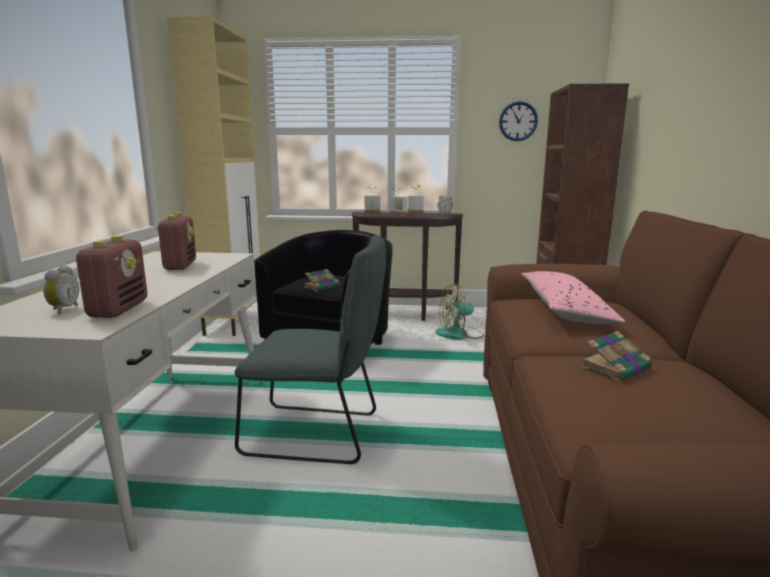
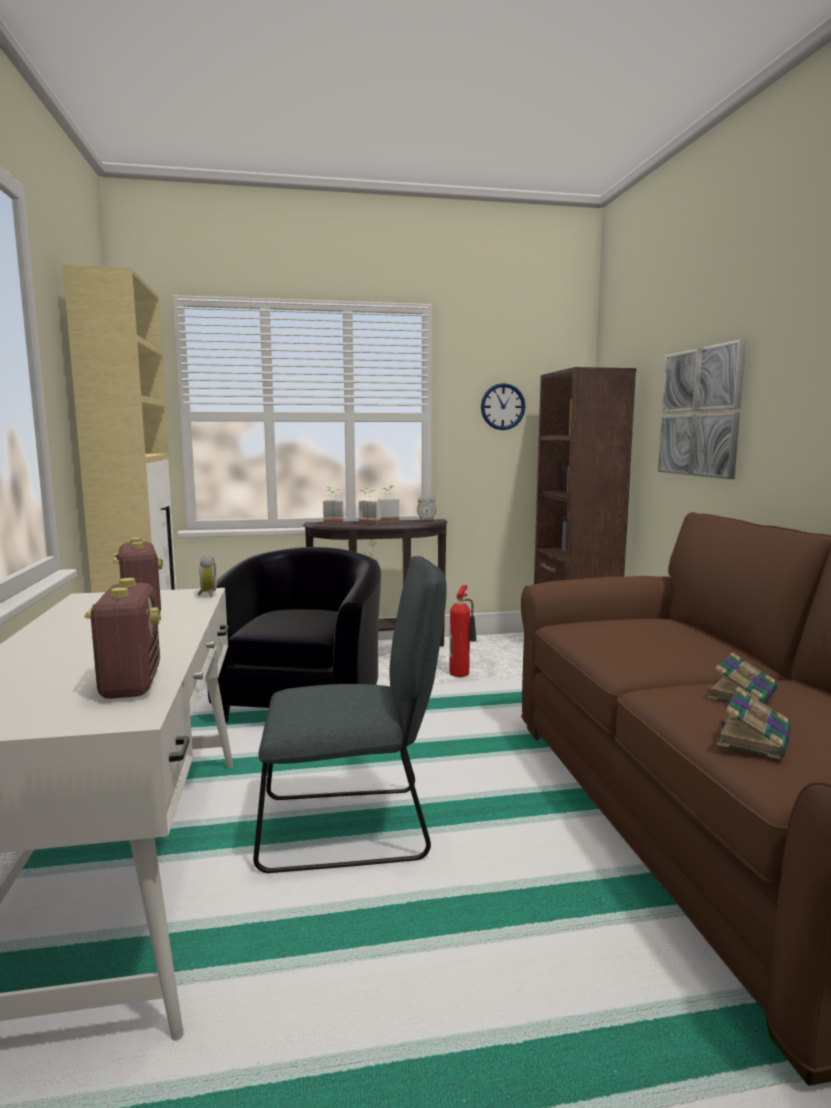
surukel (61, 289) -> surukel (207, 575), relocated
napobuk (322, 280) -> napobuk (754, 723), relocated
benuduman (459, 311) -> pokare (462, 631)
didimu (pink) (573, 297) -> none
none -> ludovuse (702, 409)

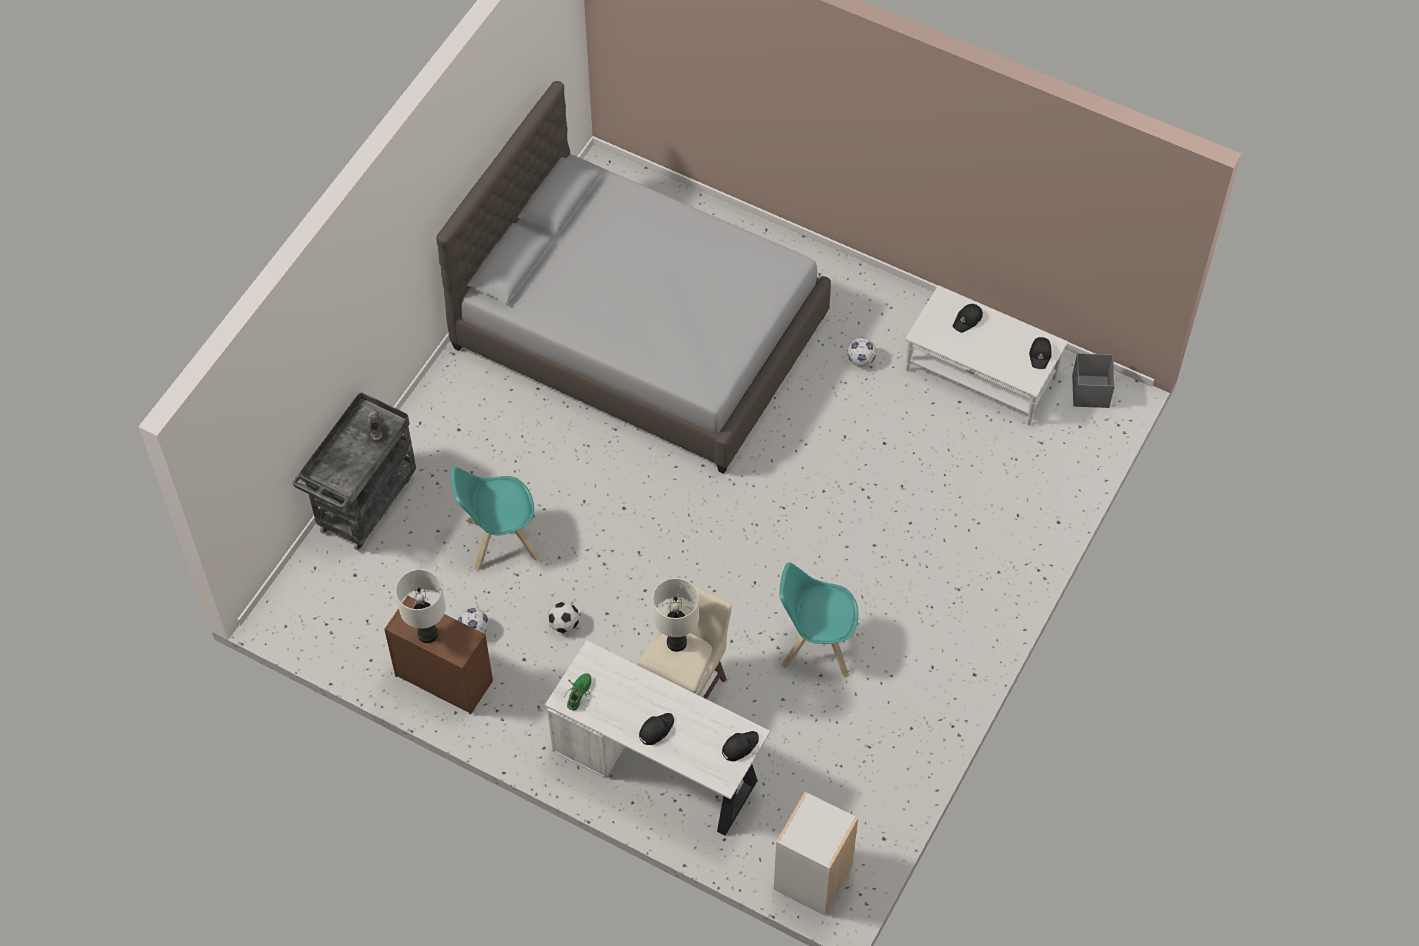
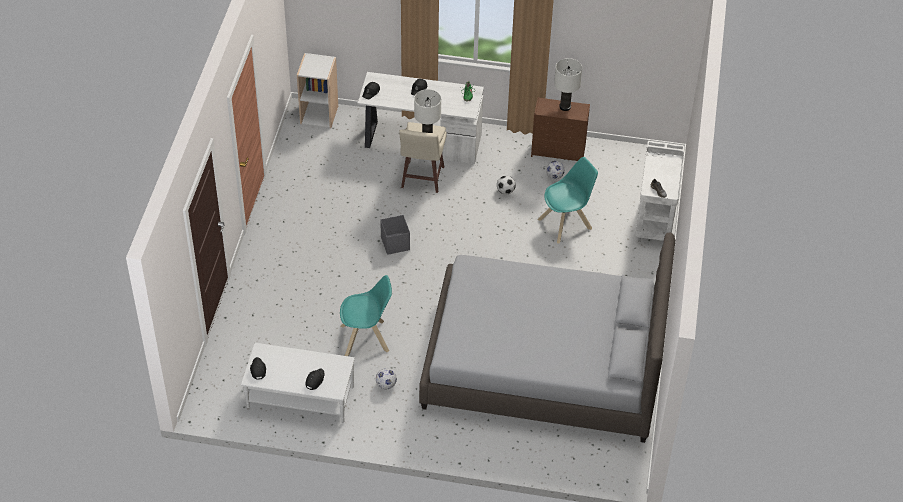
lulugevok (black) (354, 471) -> lulugevok (white) (659, 191)
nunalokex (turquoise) (819, 620) -> nunalokex (turquoise) (366, 315), relocated
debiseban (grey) (1093, 380) -> debiseban (grey) (395, 235), relocated

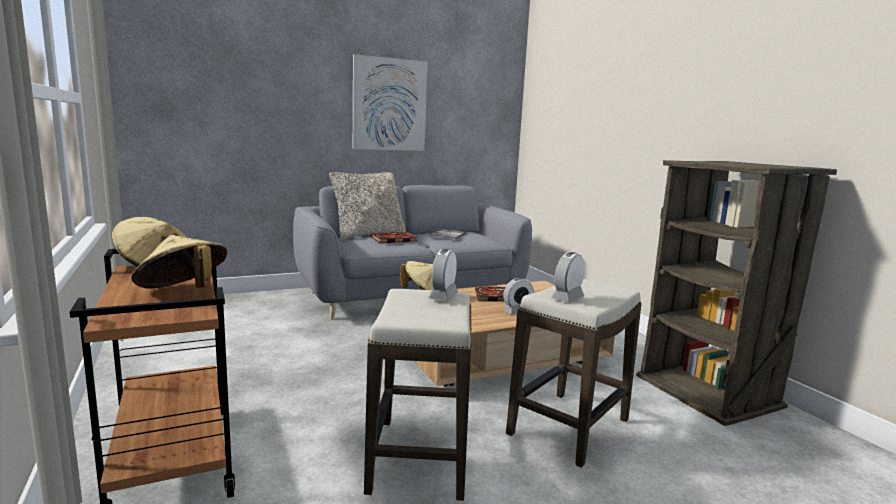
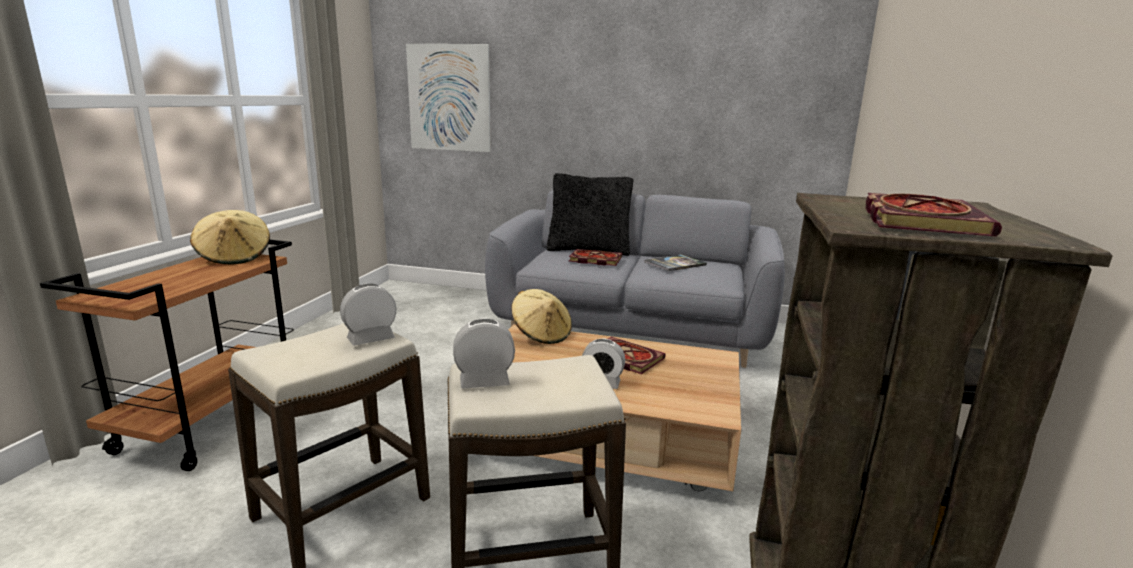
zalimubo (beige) (179, 262) -> none
didimu (beige) (367, 205) -> didimu (black) (590, 214)
ludovuse (390, 102) -> ludovuse (448, 98), relocated
none -> napobuk (934, 214)

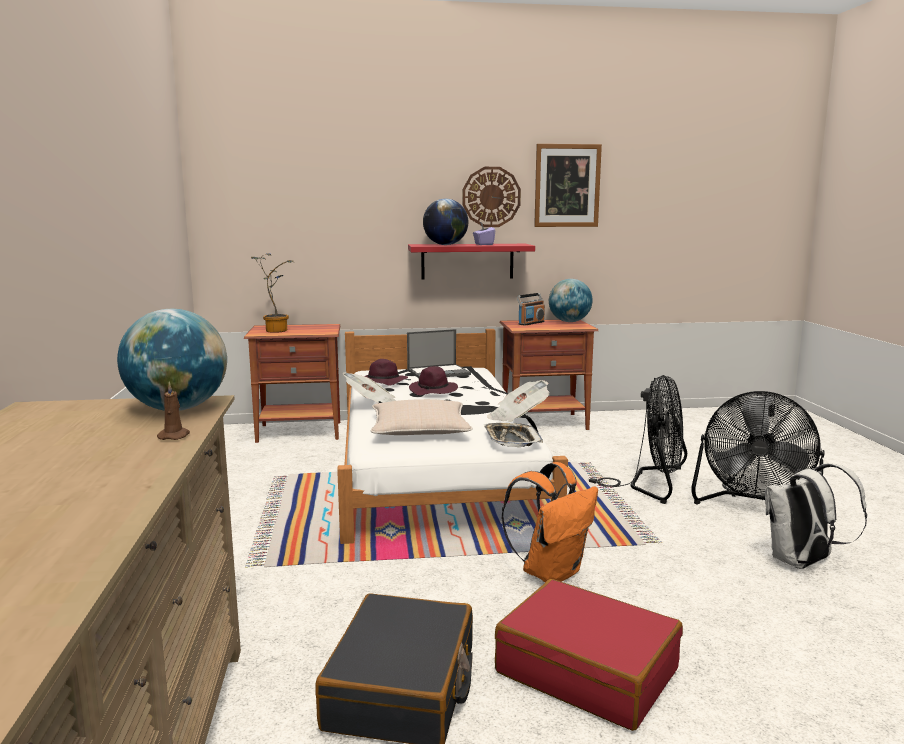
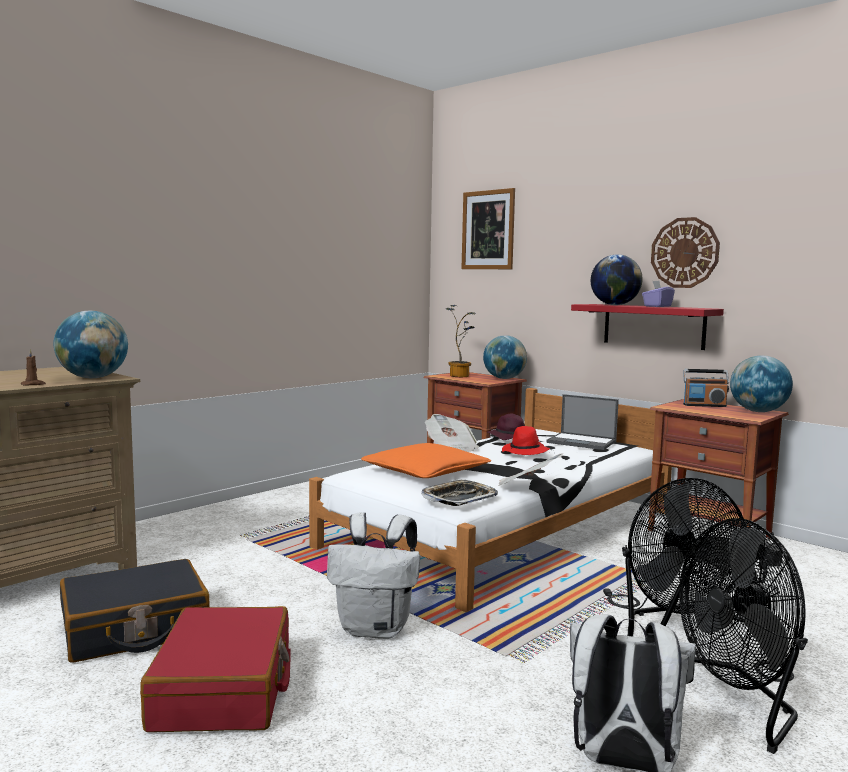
didimu (beige) (421, 417) -> didimu (orange) (426, 460)
zalimubo (purple) (433, 380) -> zalimubo (red) (526, 440)
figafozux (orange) (550, 522) -> figafozux (white) (373, 576)
ludovuse (568, 185) -> ludovuse (488, 228), relocated
none -> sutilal (505, 357)

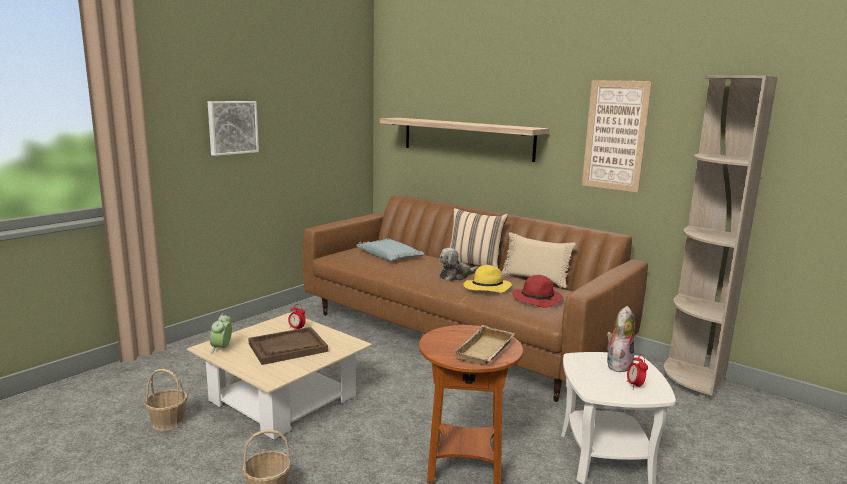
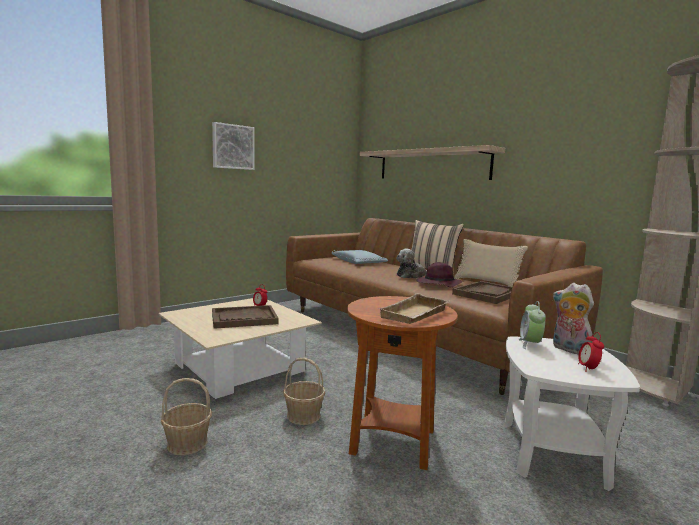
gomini (166, 400) -> gomini (304, 391), relocated
surukel (221, 333) -> surukel (532, 325), relocated
zalimubo (yellow) (487, 279) -> zalimubo (purple) (439, 274)
zalimubo (red) (538, 291) -> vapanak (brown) (482, 292)
ludovuse (617, 136) -> none
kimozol (621, 339) -> kimozol (573, 319), 90 degrees counterclockwise

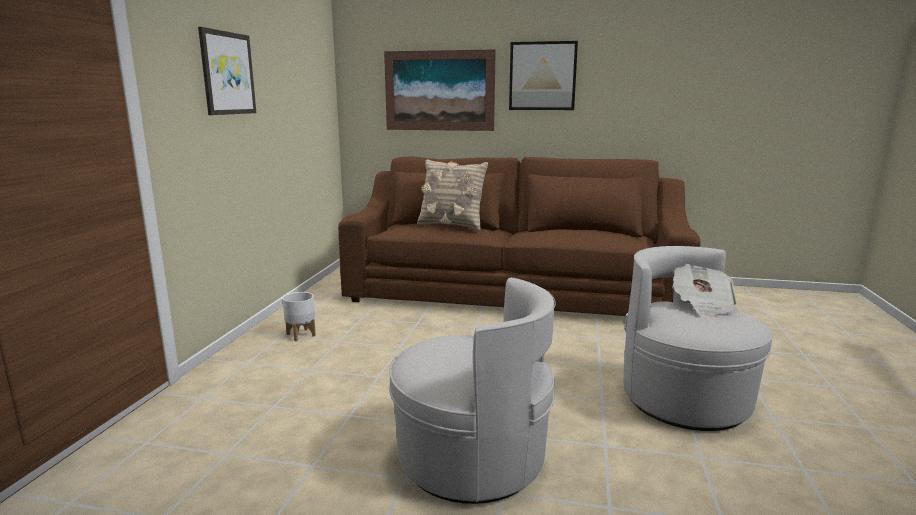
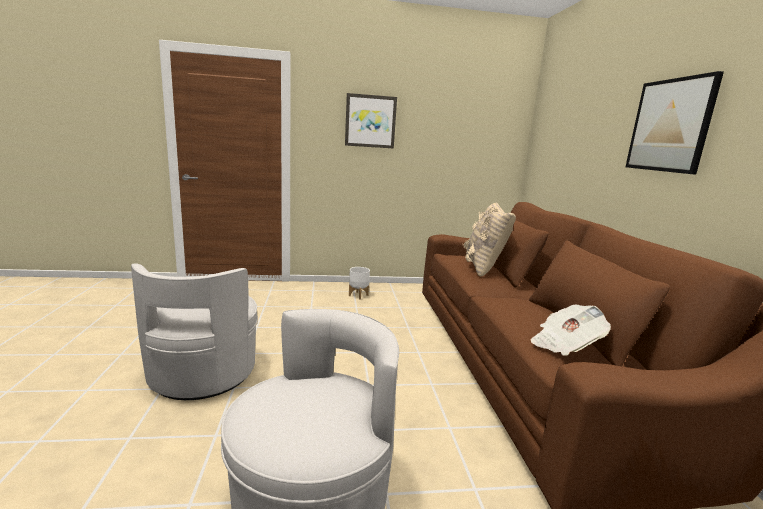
ludovuse (440, 90) -> none
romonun (704, 291) -> romonun (571, 330), relocated

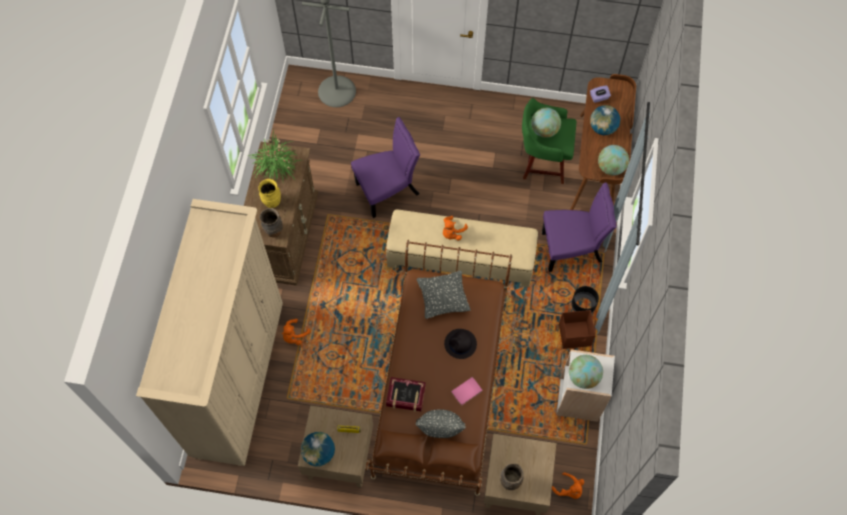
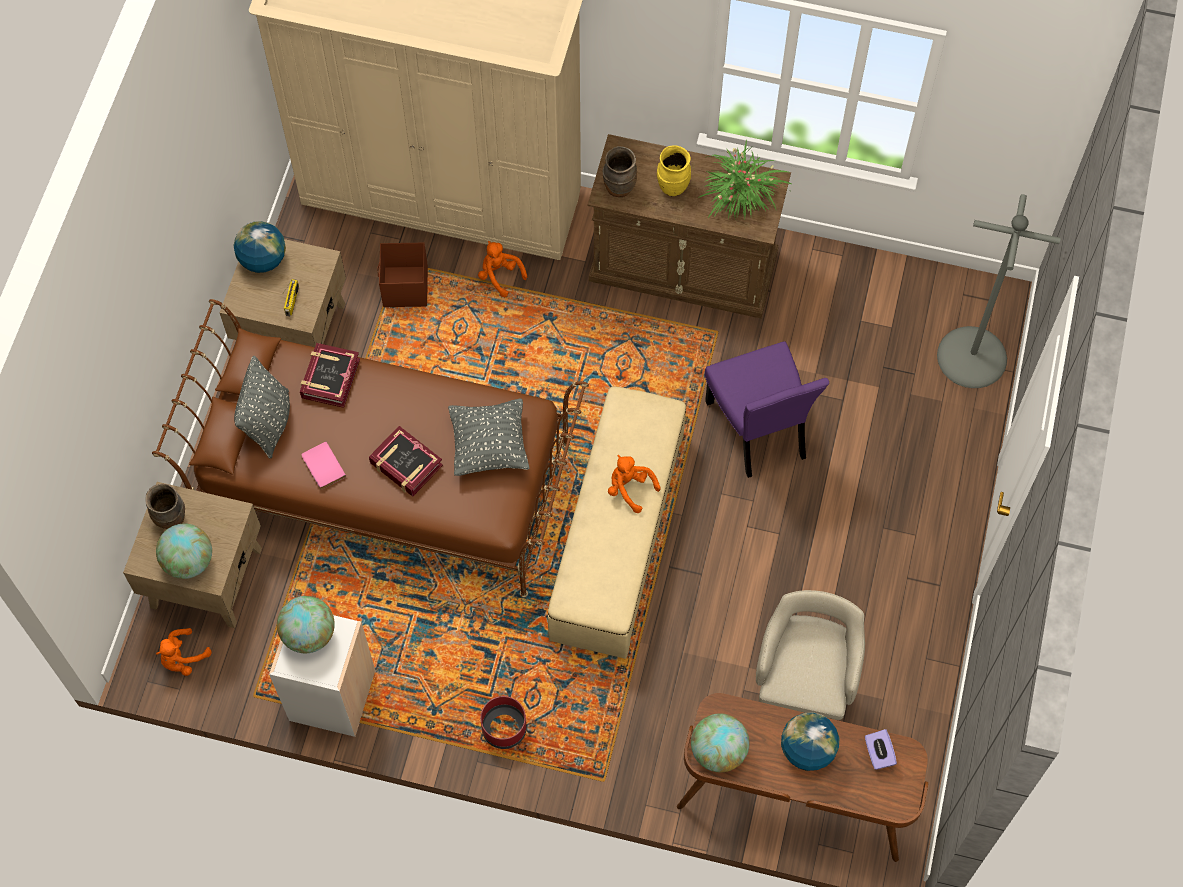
zalimubo (black) (460, 344) -> napobuk (406, 461)
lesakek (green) (549, 141) -> lesakek (beige) (810, 655)
sutilal (546, 123) -> sutilal (184, 551), relocated
nunalokex (purple) (579, 227) -> none
debiseban (brown) (577, 329) -> debiseban (brown) (402, 274), relocated
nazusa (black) (585, 299) -> nazusa (red) (503, 722)

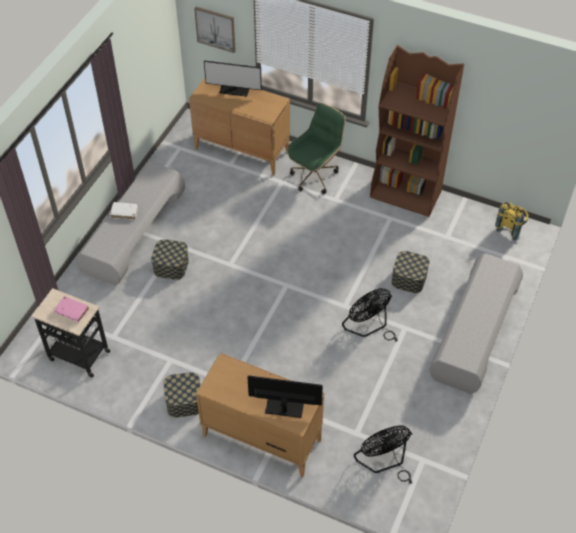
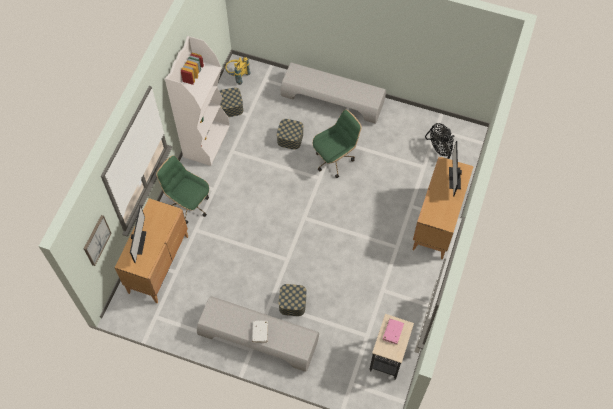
debiseban (182, 394) -> debiseban (231, 102), relocated
benuduman (black) (370, 315) -> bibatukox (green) (337, 144)
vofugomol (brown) (417, 131) -> vofugomol (white) (197, 101)

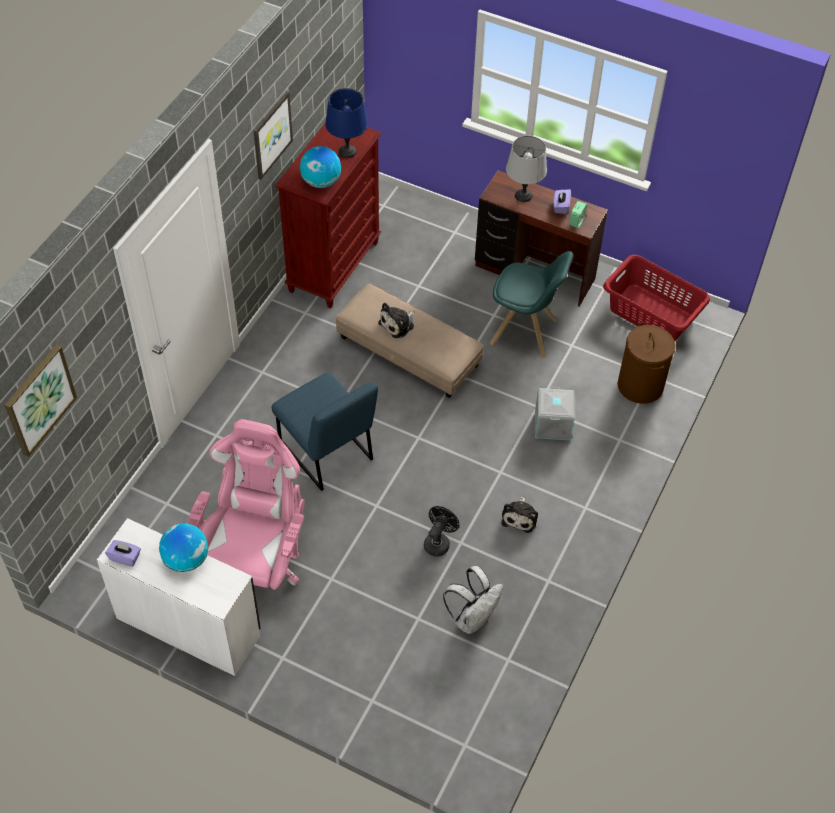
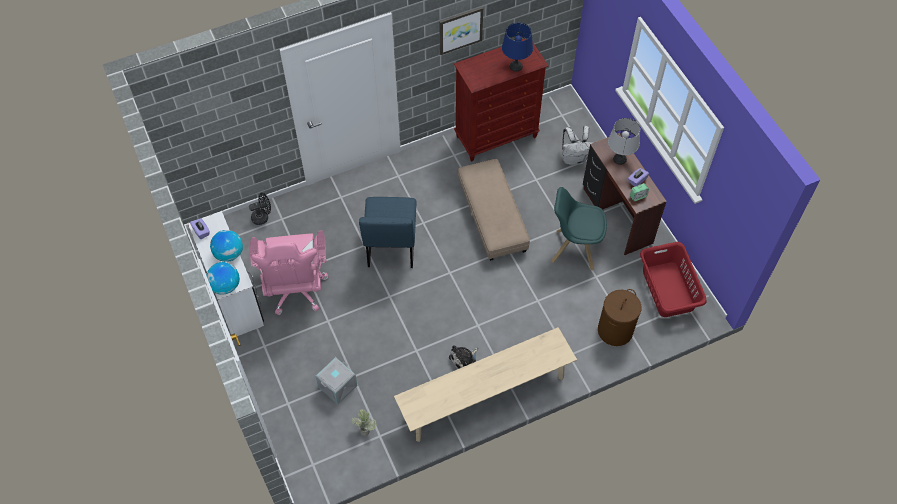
ludovuse (41, 401) -> none
bibatukox (pink) (246, 504) -> bibatukox (pink) (289, 272), 120 degrees clockwise
sutilal (320, 167) -> sutilal (223, 278), relocated
kimozol (396, 320) -> none
benuduman (black) (441, 531) -> benuduman (black) (260, 209), relocated
figafozux (white) (473, 600) -> figafozux (white) (577, 145), relocated
nunalokex (turquoise) (531, 304) -> nunalokex (turquoise) (579, 228), 135 degrees clockwise
debiseban (grey) (554, 413) -> debiseban (grey) (337, 380), relocated
none -> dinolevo (364, 422)
none -> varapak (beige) (485, 384)

